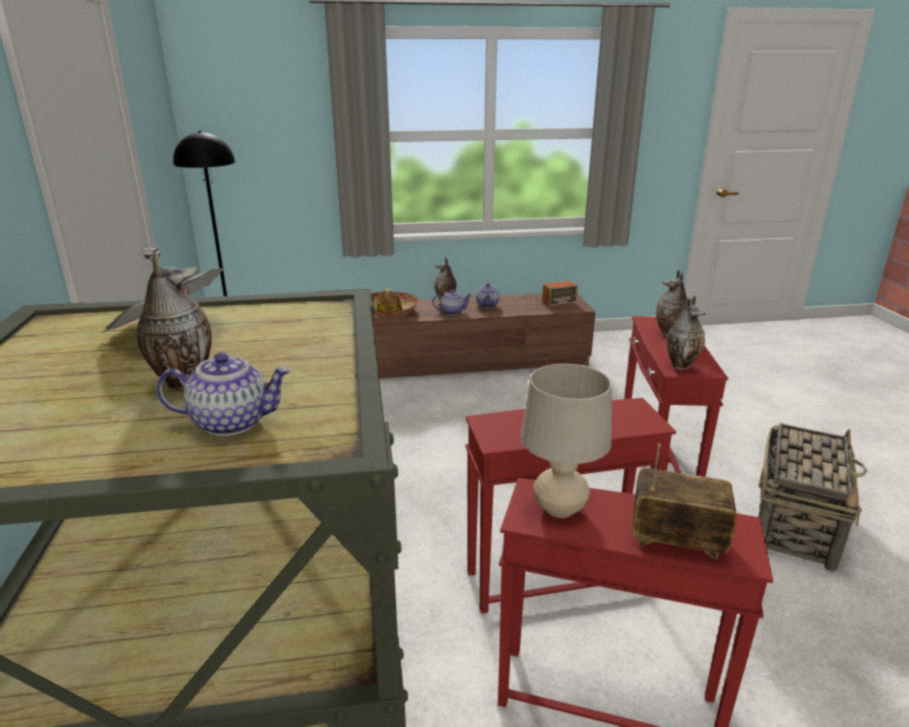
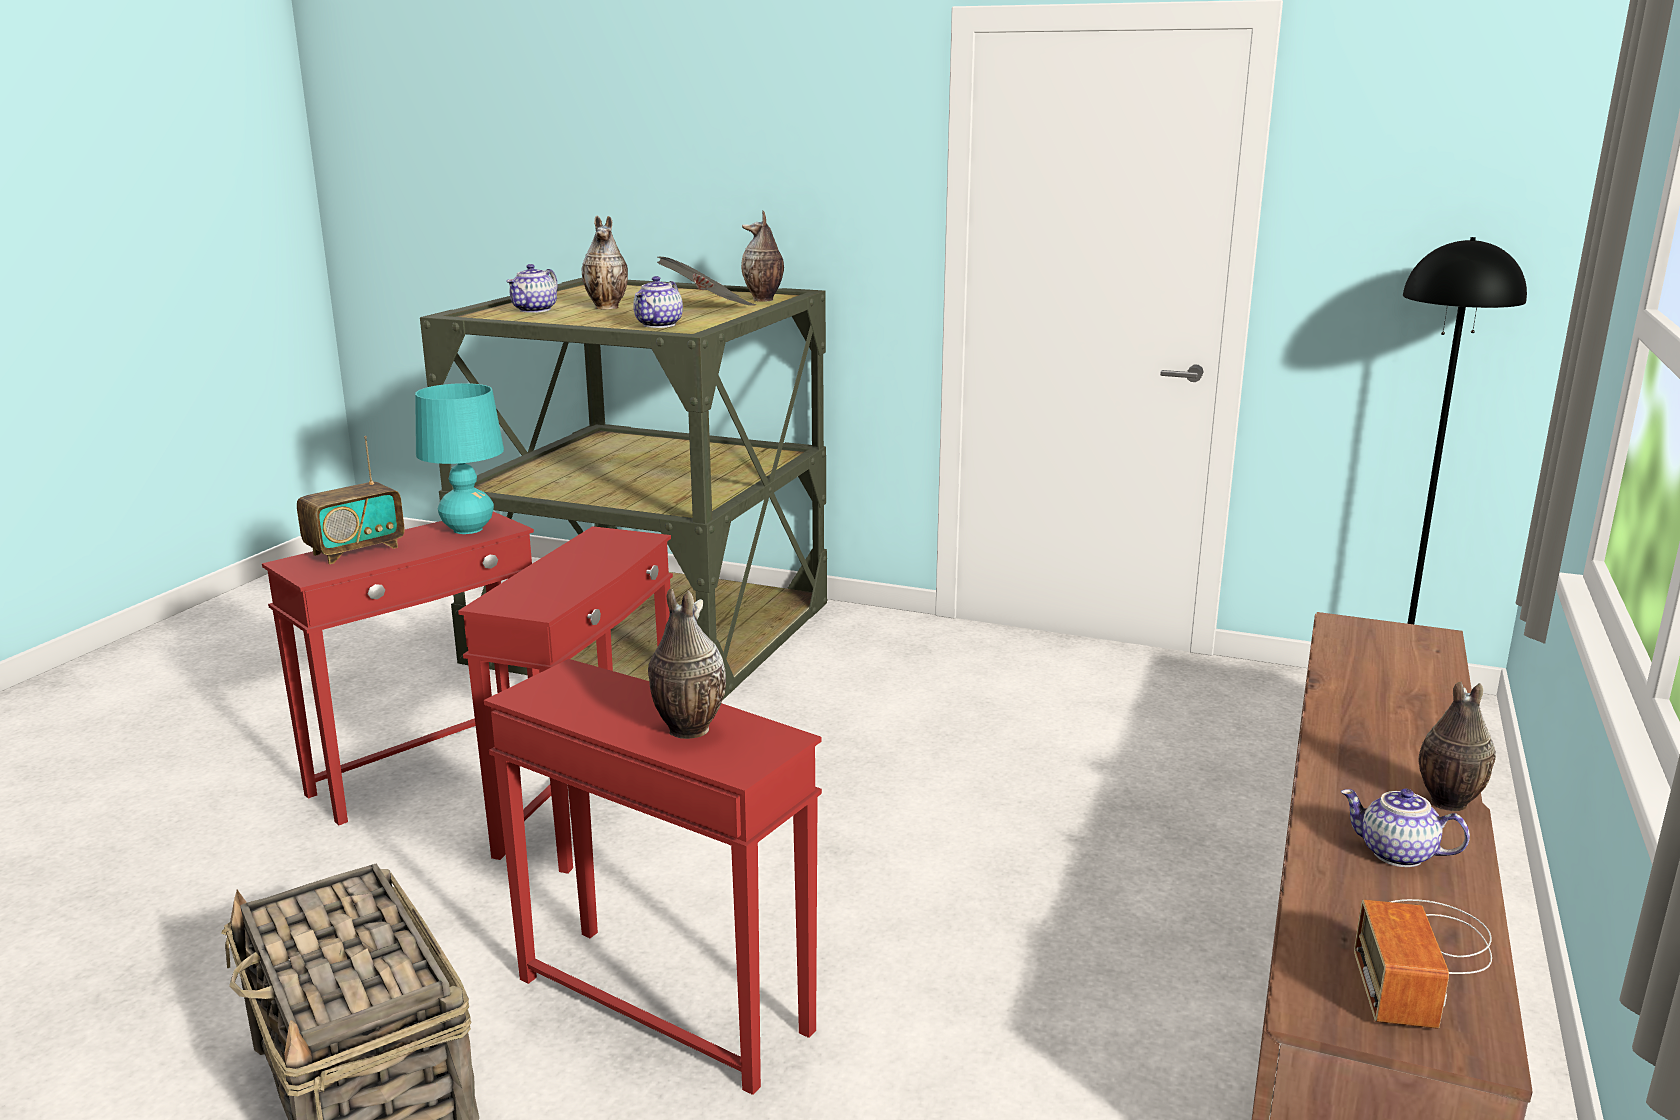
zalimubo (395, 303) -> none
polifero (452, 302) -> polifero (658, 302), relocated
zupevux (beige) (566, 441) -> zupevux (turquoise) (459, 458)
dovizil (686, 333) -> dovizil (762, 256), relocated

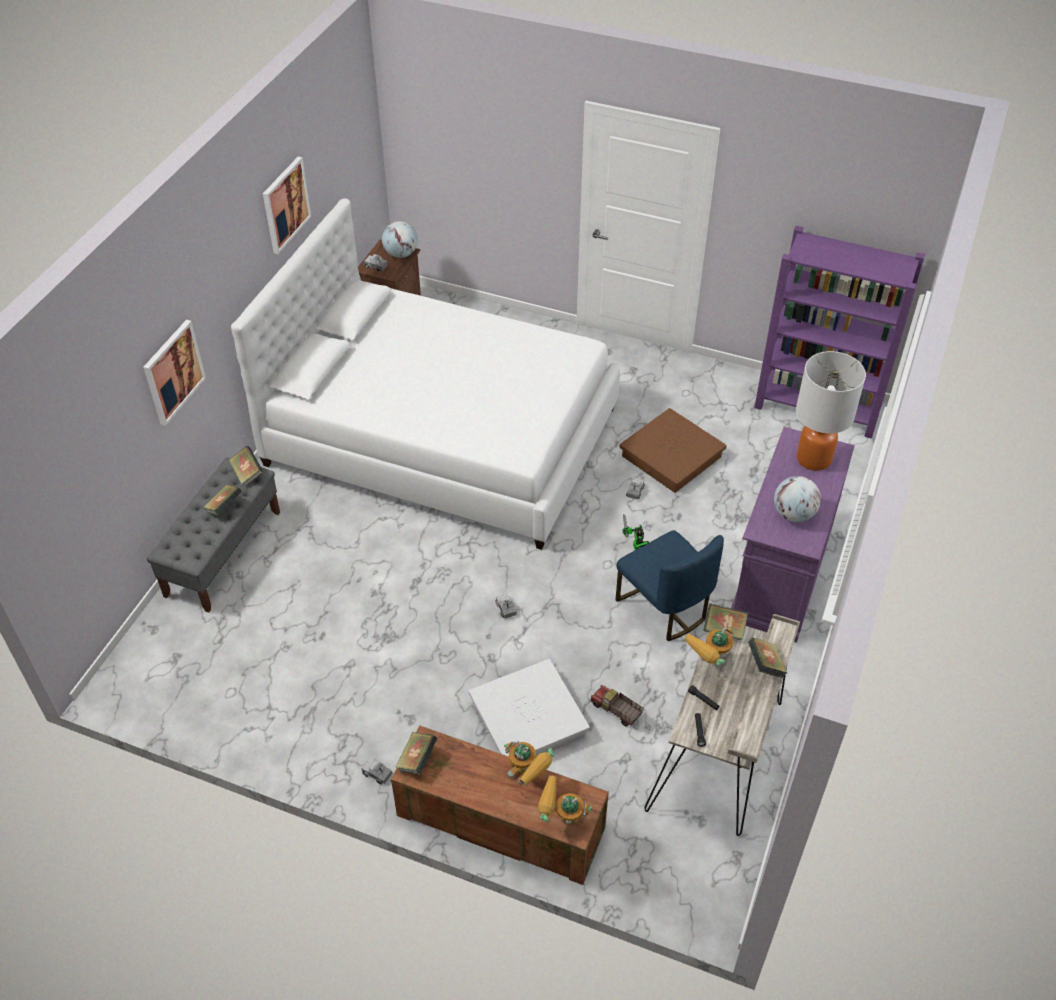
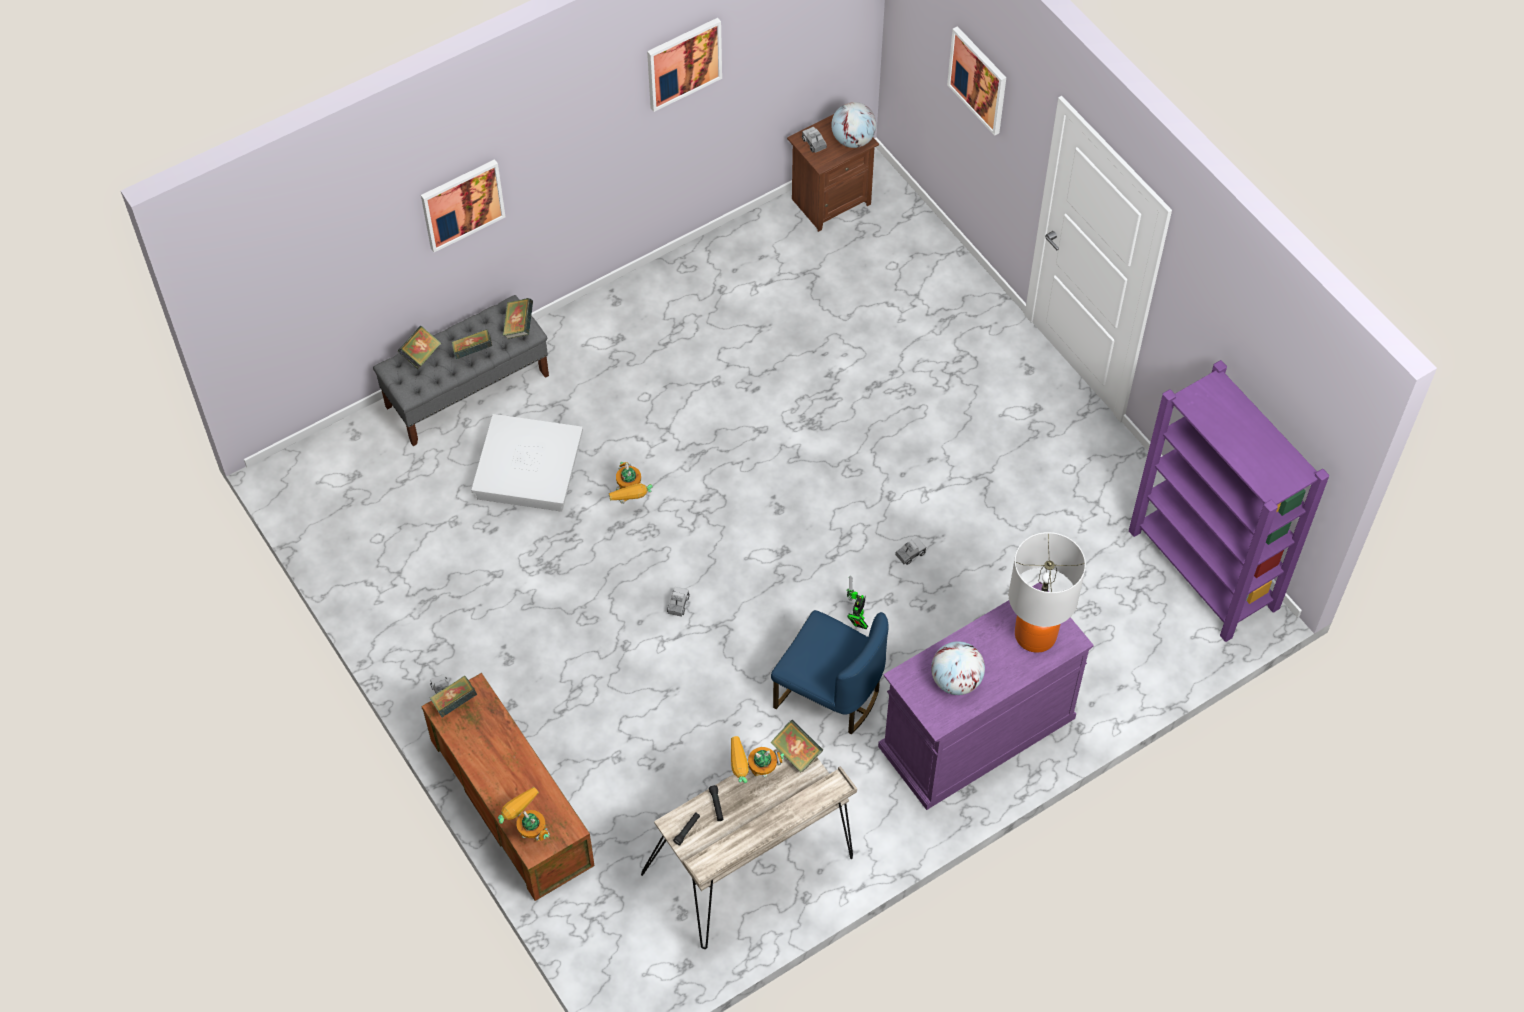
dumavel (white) (425, 374) -> none
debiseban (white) (529, 708) -> debiseban (white) (527, 463), relocated
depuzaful (529, 763) -> depuzaful (630, 483), relocated
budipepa (617, 706) -> none
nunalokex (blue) (670, 585) -> nunalokex (blue) (830, 672), 60 degrees counterclockwise
debiseban (brown) (673, 450) -> none
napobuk (767, 658) -> napobuk (419, 347), relocated
none -> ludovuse (976, 81)

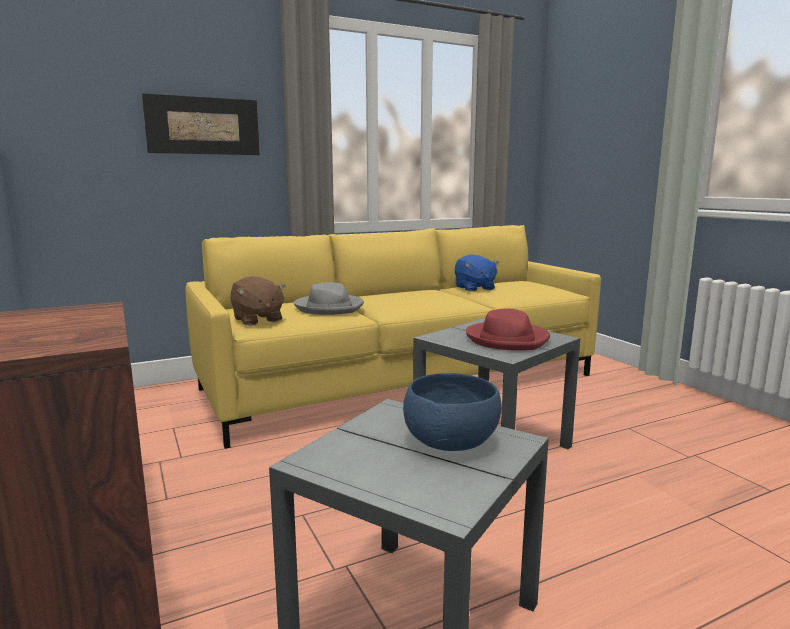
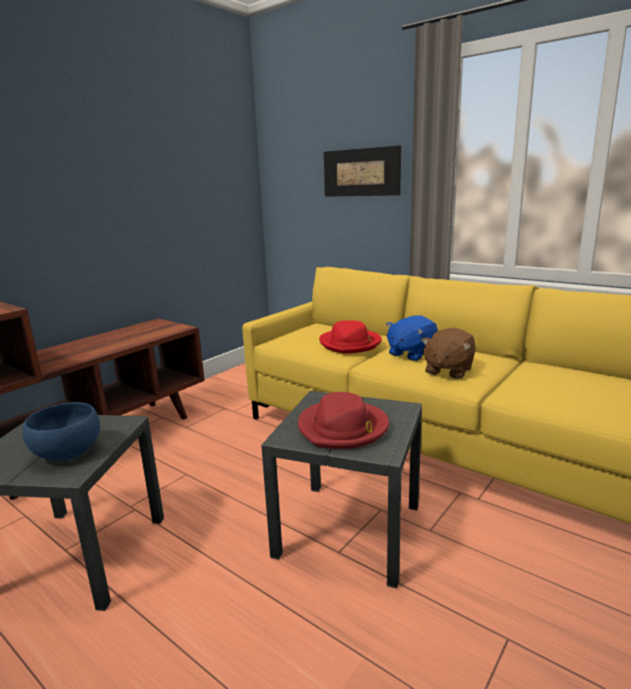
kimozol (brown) (258, 300) -> kimozol (brown) (449, 353), relocated
zalimubo (grey) (329, 298) -> zalimubo (red) (350, 337)
kimozol (blue) (477, 273) -> kimozol (blue) (412, 338), relocated

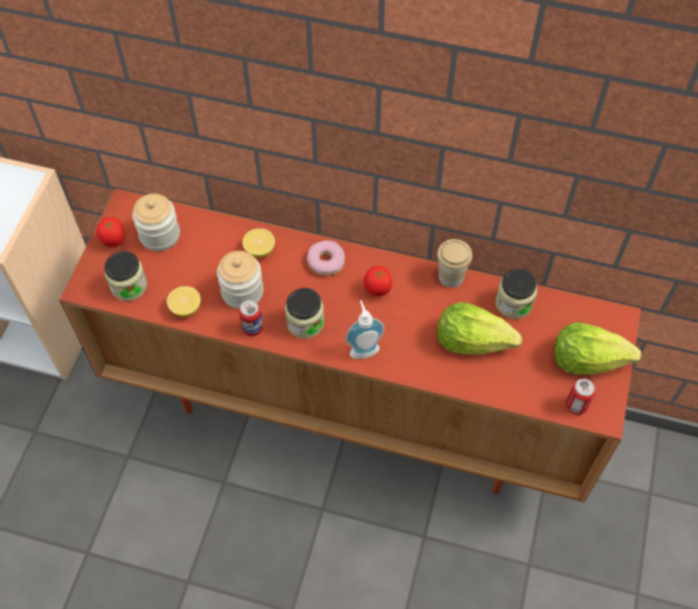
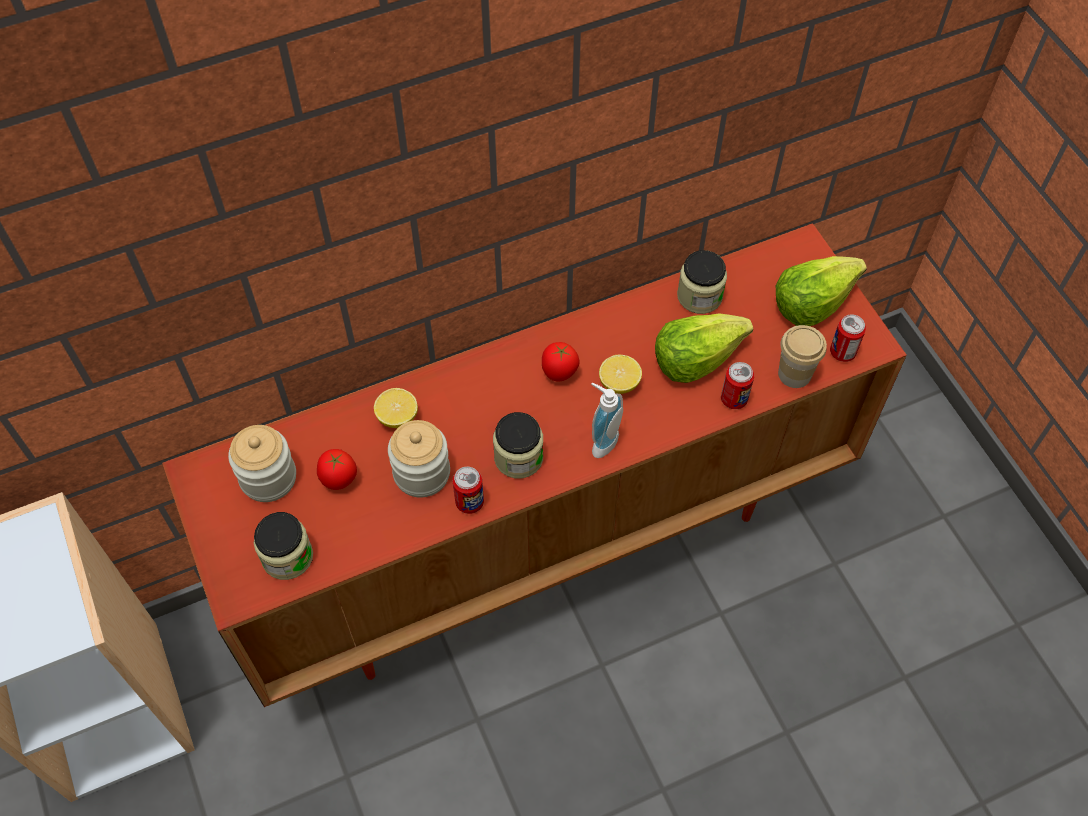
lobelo (111, 232) -> lobelo (337, 469), relocated
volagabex (184, 301) -> volagabex (620, 374), relocated
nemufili (326, 258) -> none
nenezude (454, 263) -> nenezude (802, 356), relocated
none -> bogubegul (737, 385)

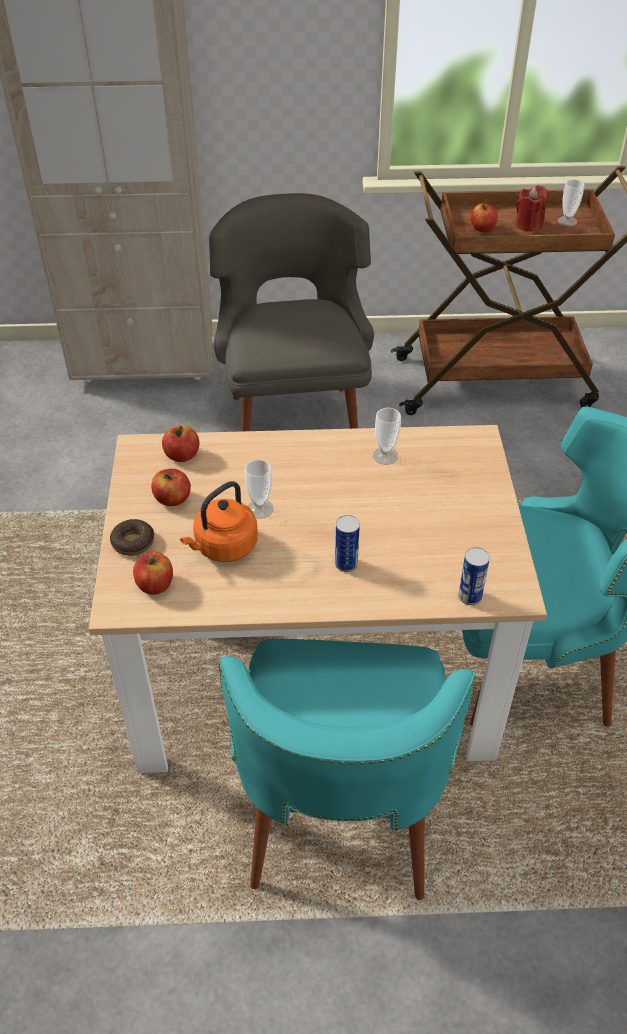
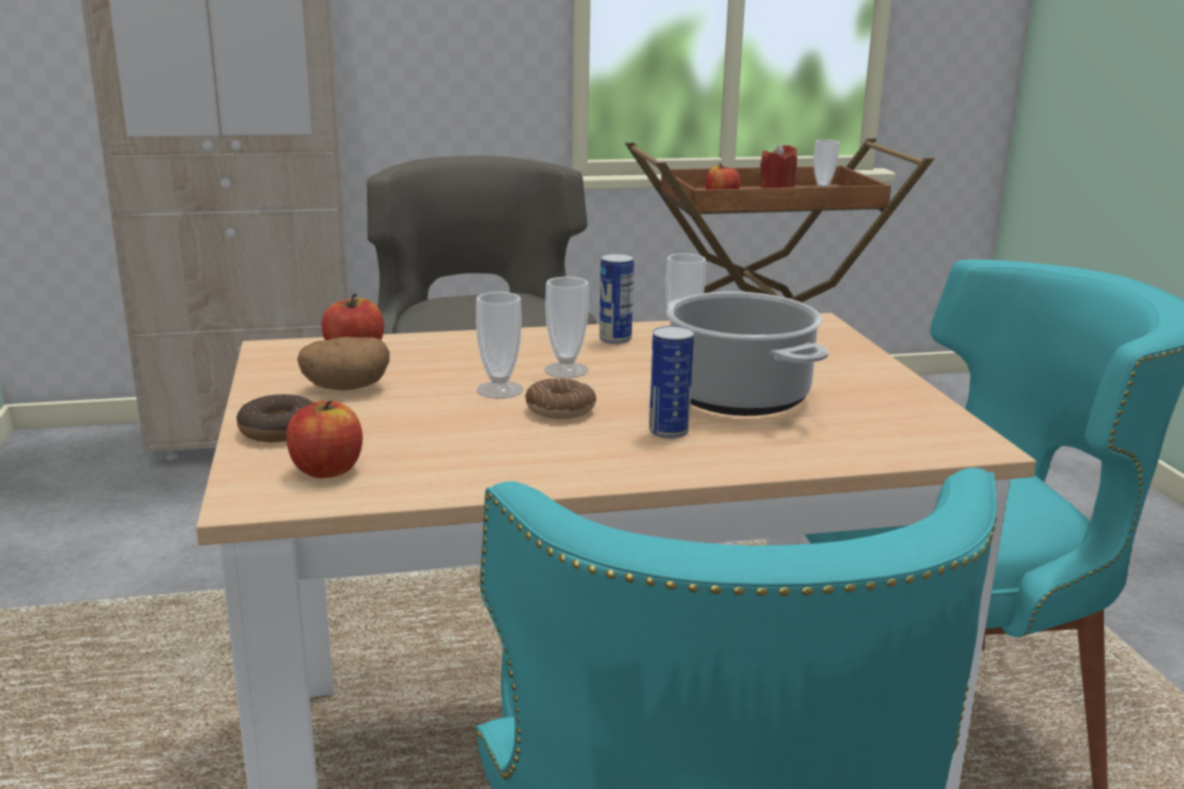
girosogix (171, 487) -> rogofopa (343, 364)
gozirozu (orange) (219, 521) -> none
bogubegul (474, 576) -> bogubegul (616, 298), relocated
none -> nemufili (560, 398)
none -> nenezude (566, 327)
none -> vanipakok (747, 353)

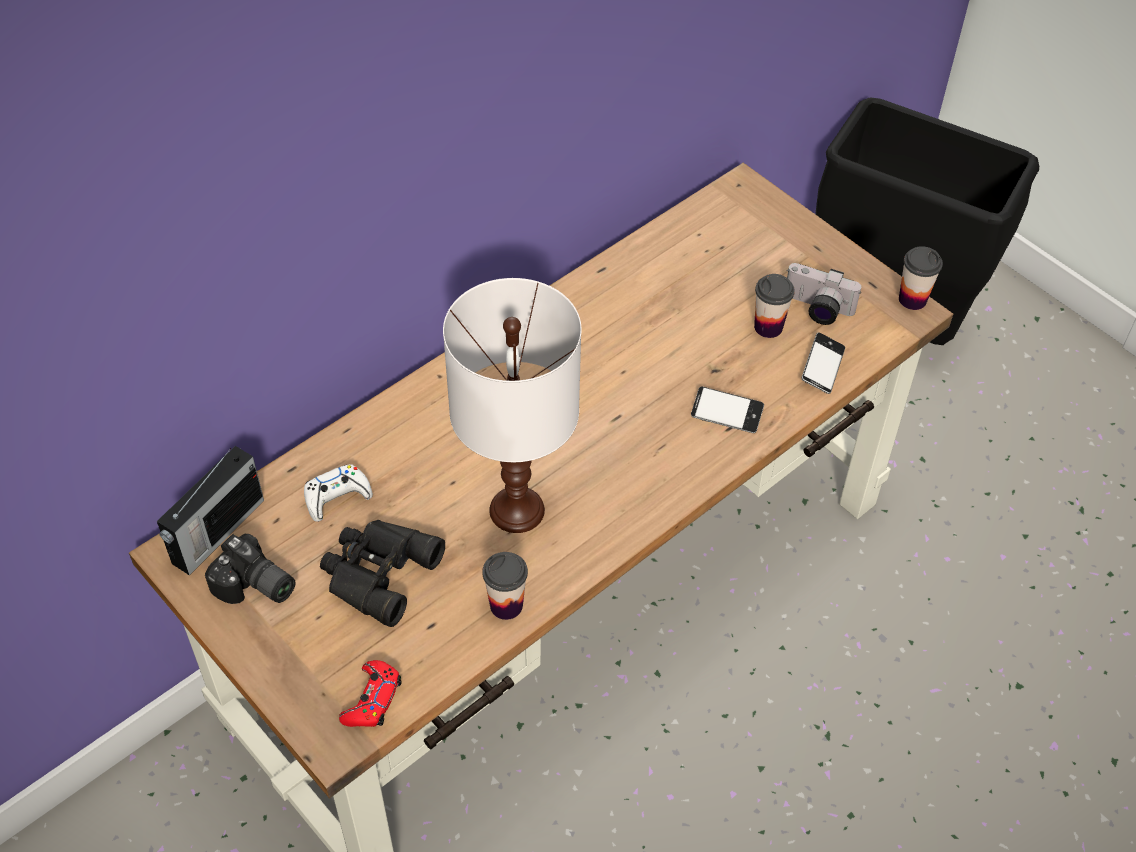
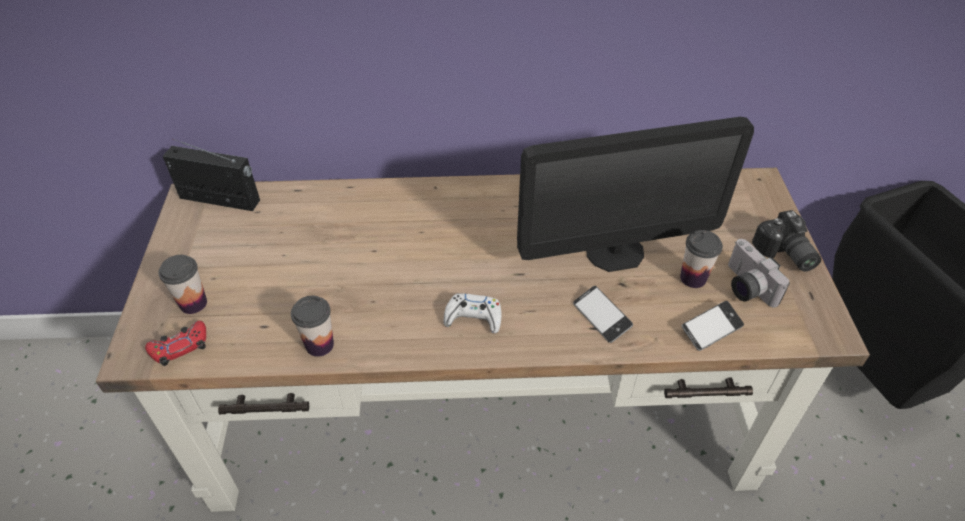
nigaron (210, 510) -> nigaron (211, 175), 150 degrees counterclockwise
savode (250, 569) -> savode (786, 241), relocated
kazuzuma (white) (338, 493) -> kazuzuma (white) (473, 313), relocated
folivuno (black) (382, 573) -> none
zupevux (white) (512, 405) -> none
nenezude (921, 278) -> nenezude (182, 284), relocated
none -> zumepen (635, 194)

